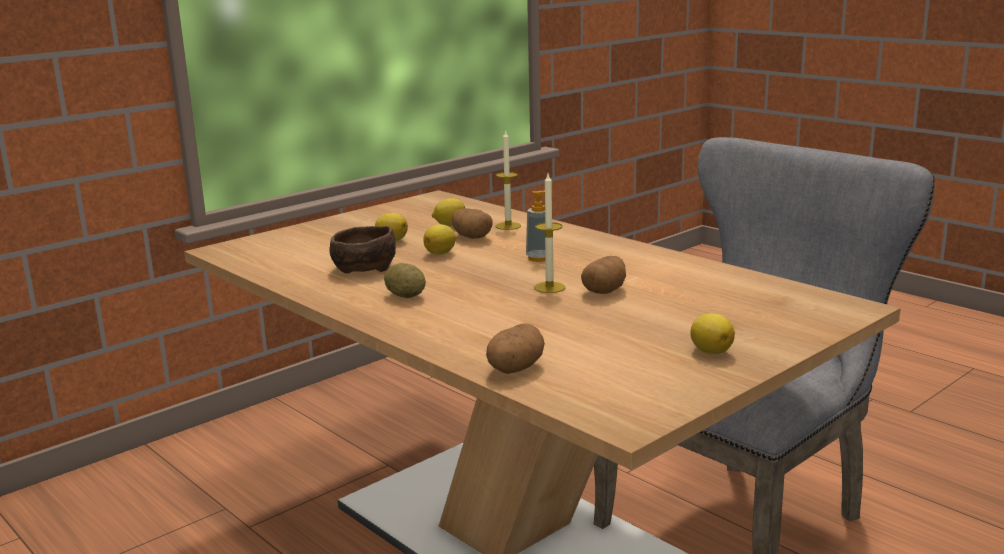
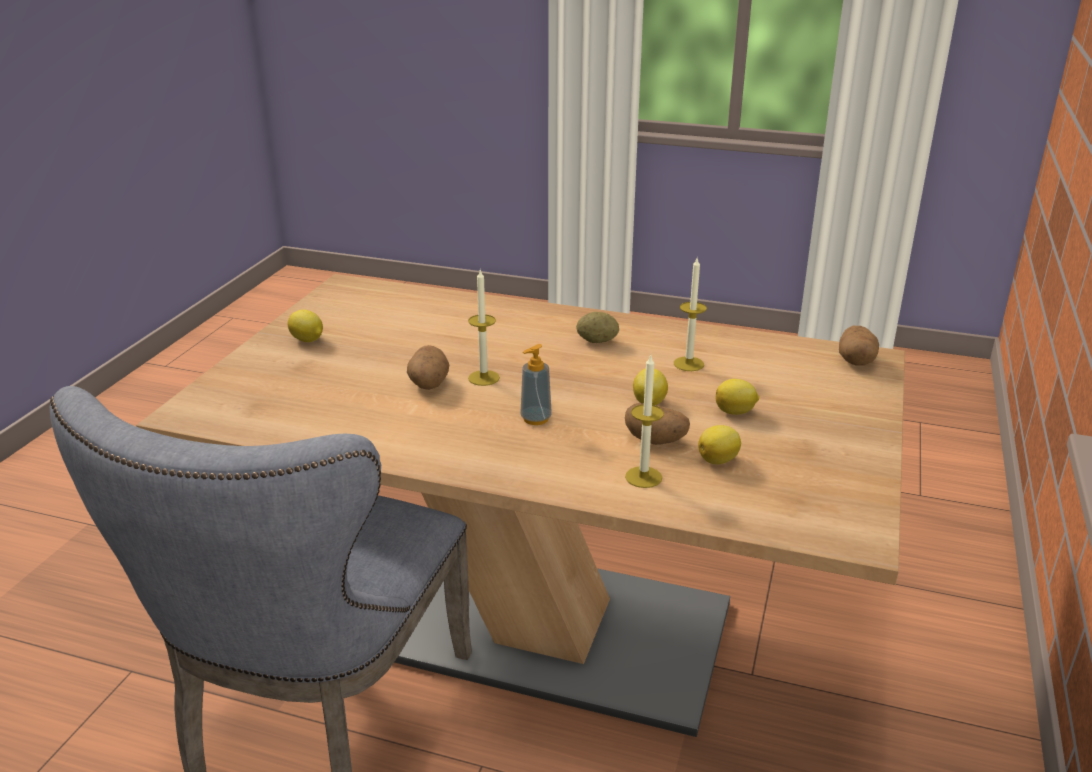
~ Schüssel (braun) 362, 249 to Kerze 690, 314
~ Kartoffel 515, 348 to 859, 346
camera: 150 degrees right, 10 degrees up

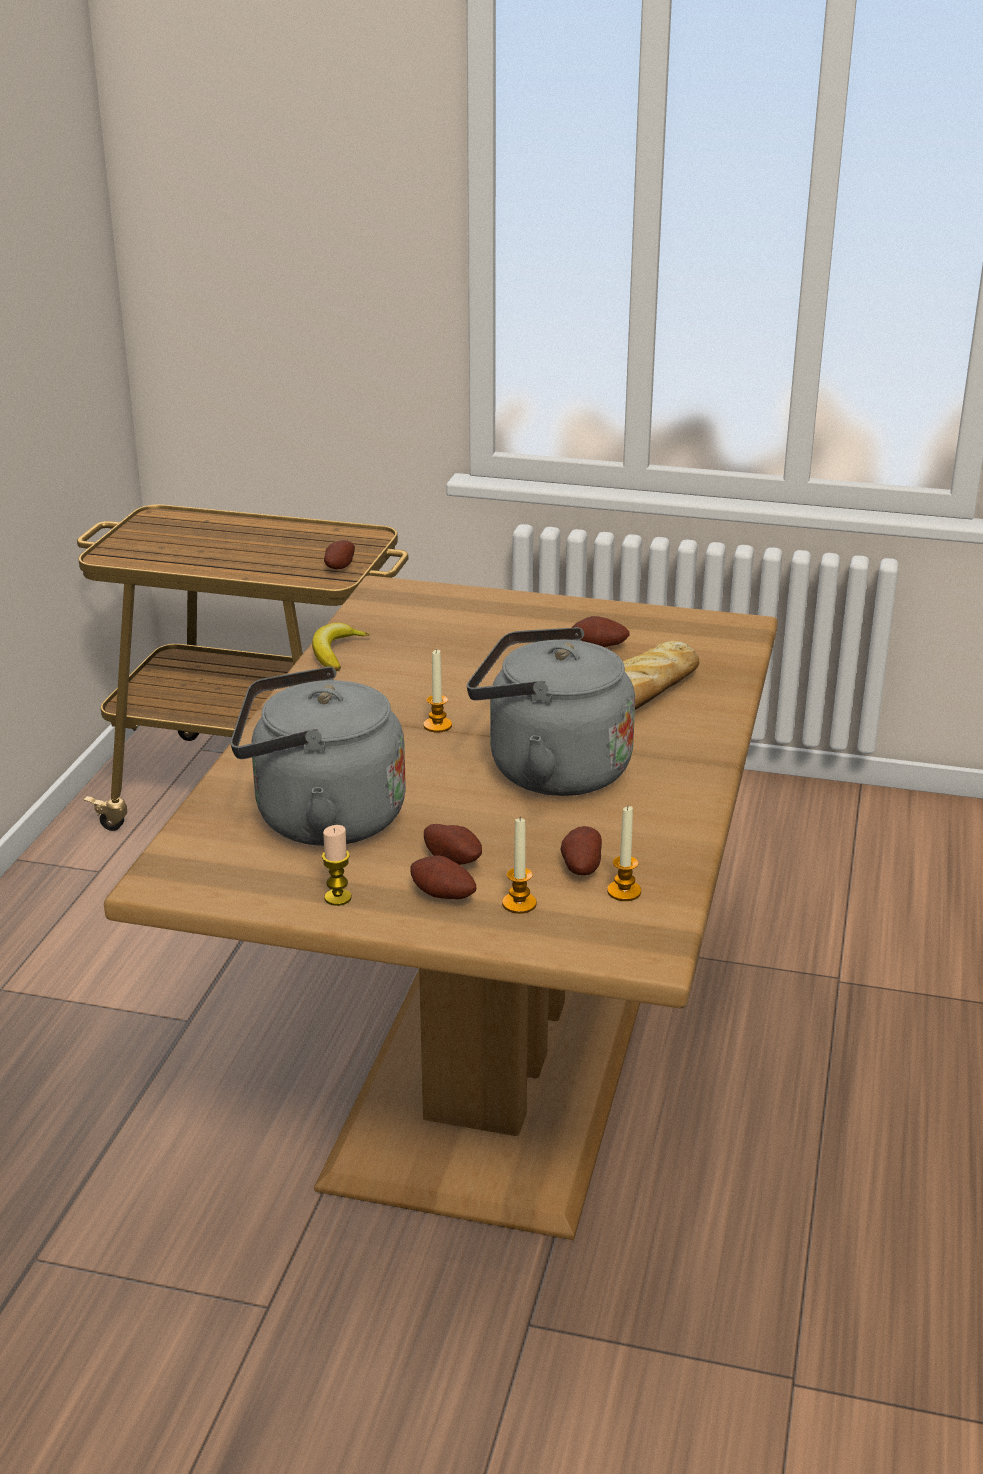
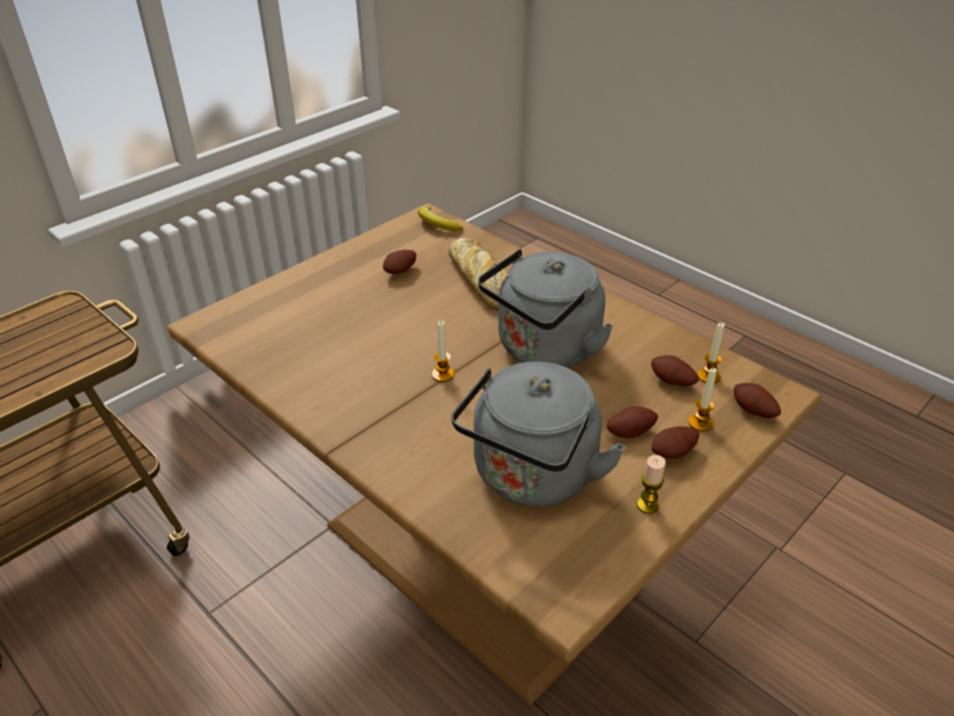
~ Banane 341, 647 to 440, 219
~ Kartoffel 339, 554 to 757, 400
camera: 60 degrees left, 10 degrees up

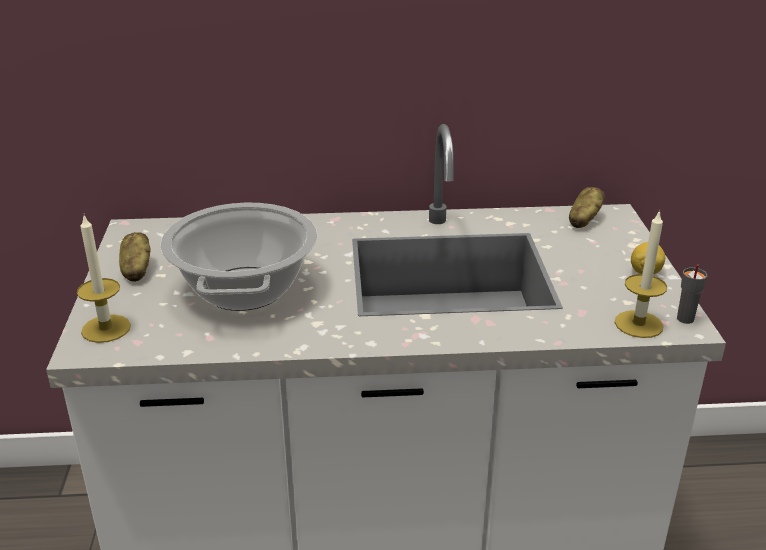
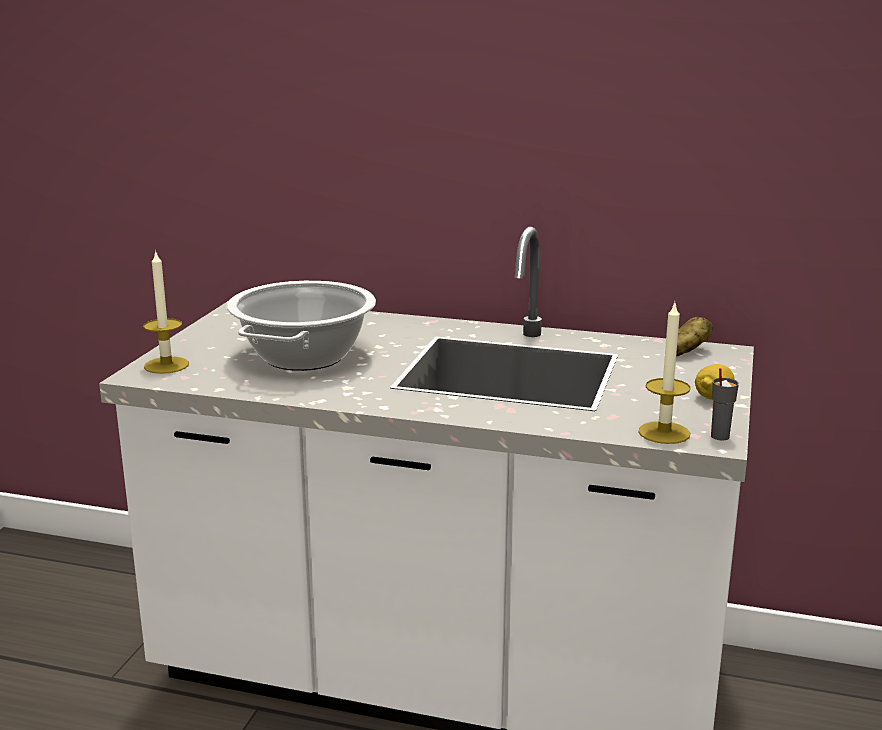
- Kartoffel 135, 257
camera: 20 degrees right, 10 degrees down

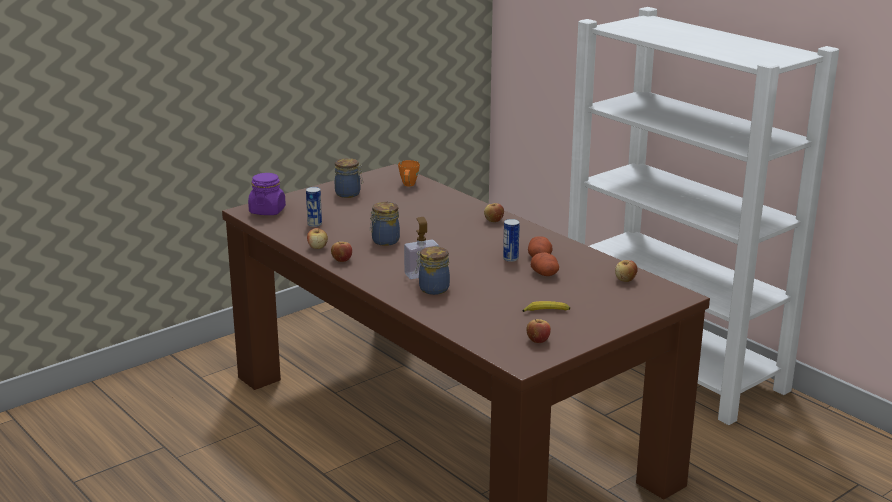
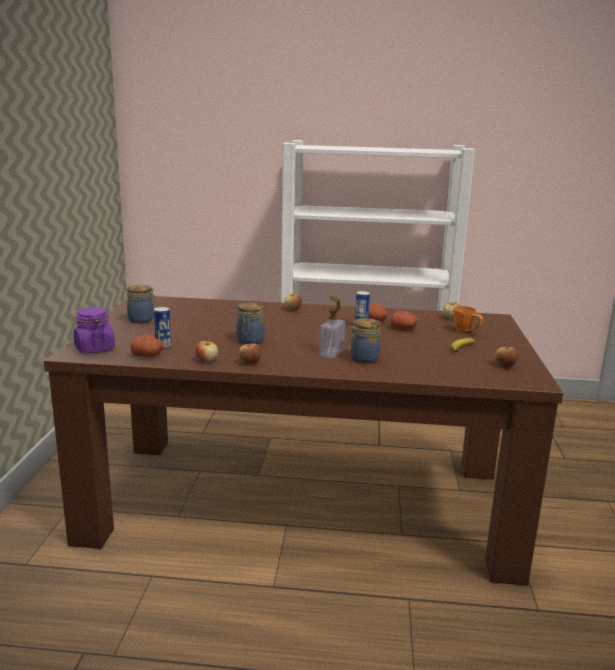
~ Henkelbecher (orange) 409, 173 to 468, 319
+ Kartoffel 147, 346
camera: 45 degrees left, 5 degrees down

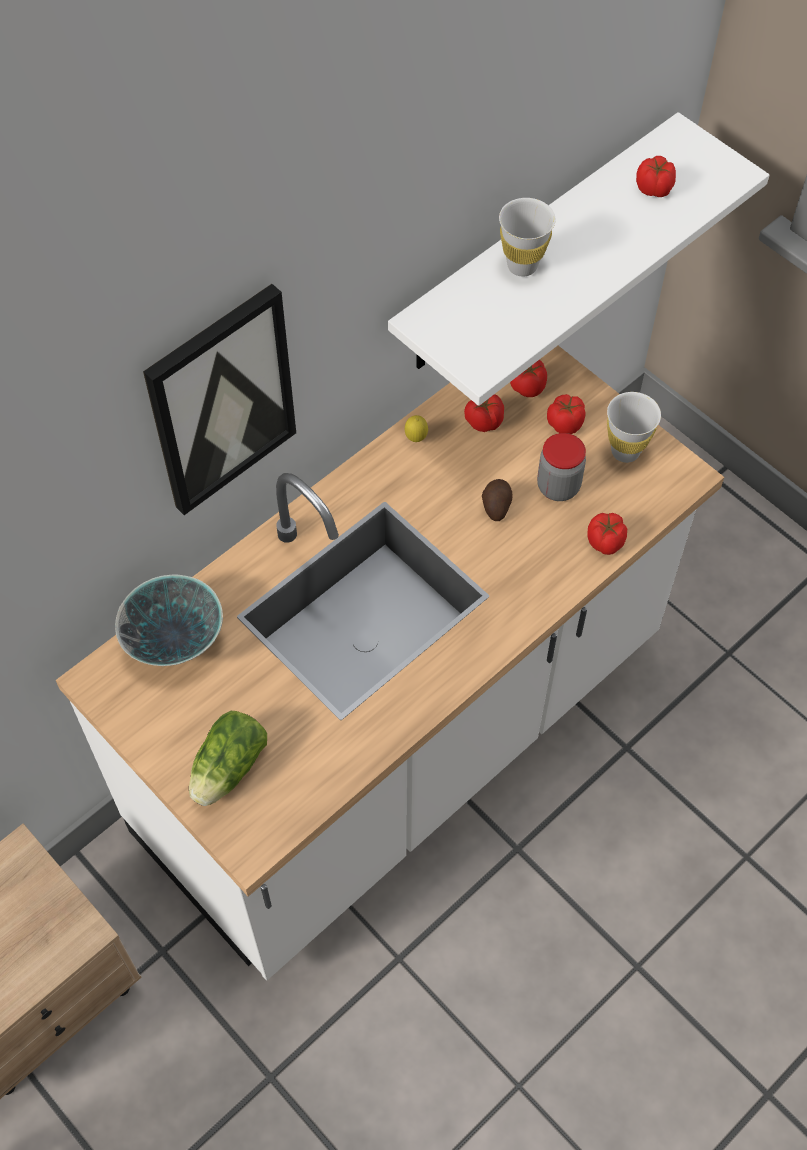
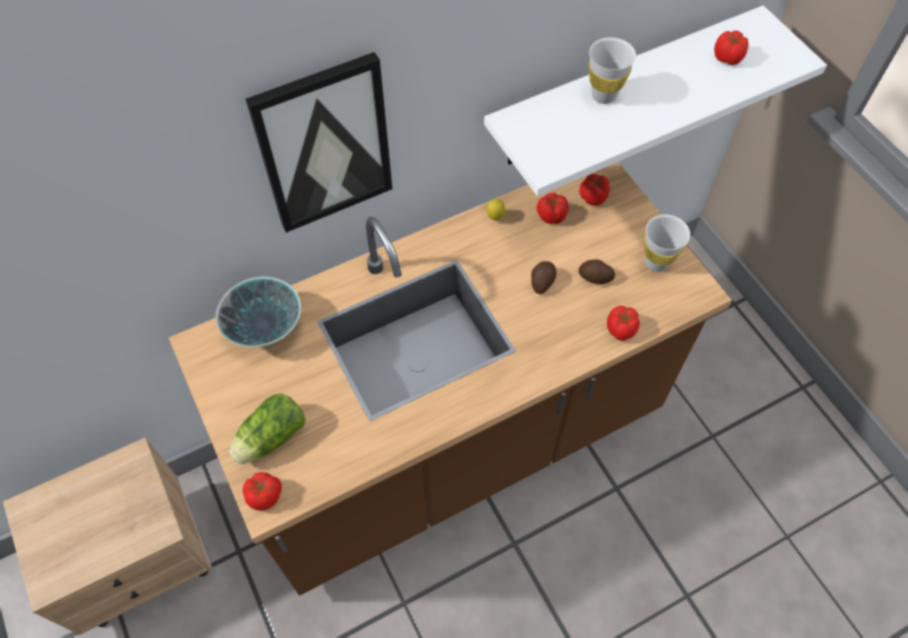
~ Küchenzeile (weiß) 390, 663 to Küchenzeile (braun) 450, 379
~ Vorratsglas 561, 467 to Kartoffel 597, 271
~ Tomate 566, 414 to 262, 491
camera: 15 degrees right, 0 degrees up

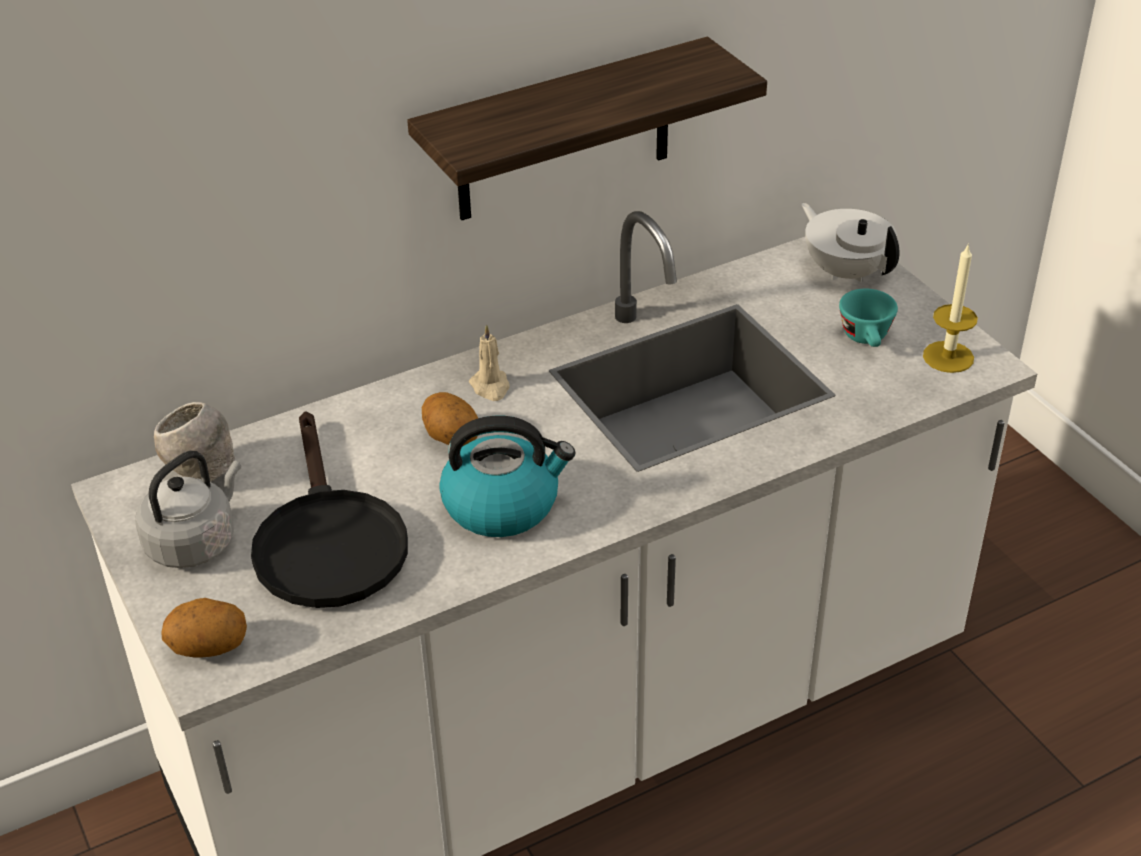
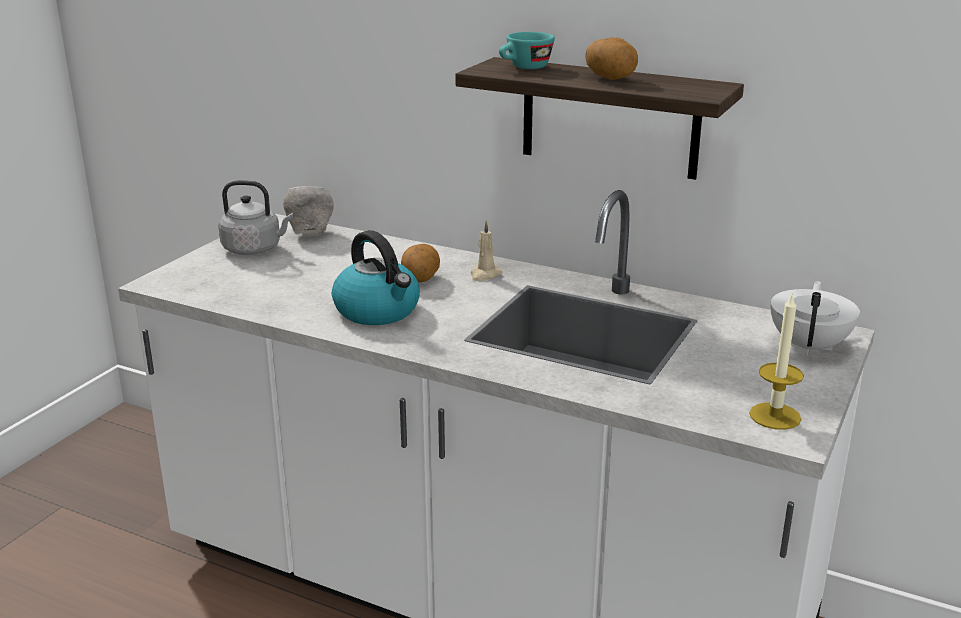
~ Kartoffel 204, 627 to 611, 58
- Pfanne (schwarz) 329, 509
~ Tasse (türkis) 868, 318 to 527, 50
camera: 55 degrees right, 15 degrees down

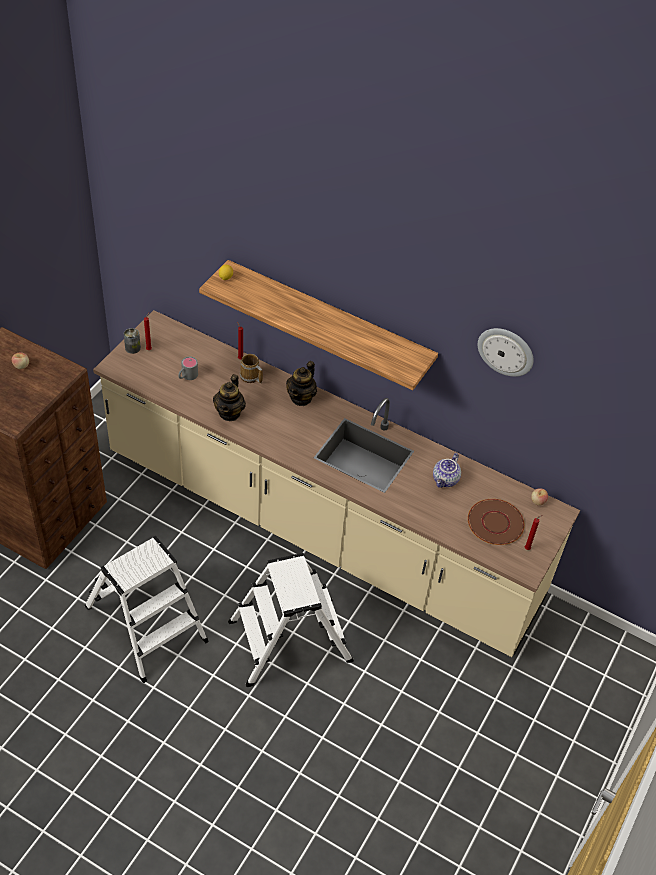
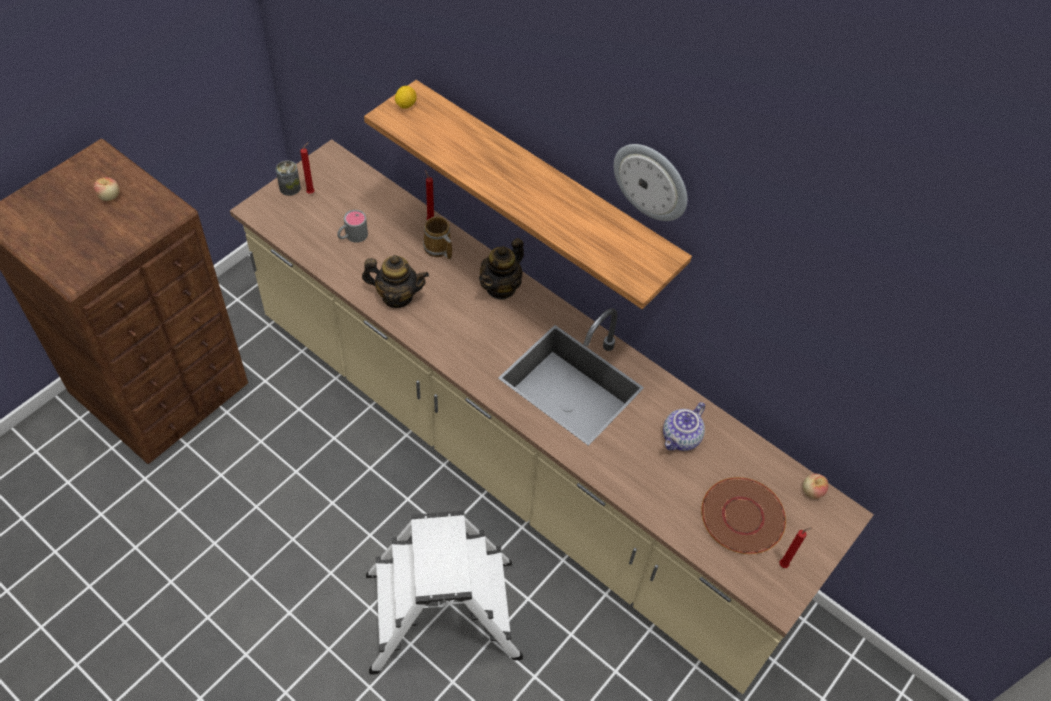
- Trittleiter (weiß) 146, 609
~ Teekanne 229, 397 = 395, 281 105 degrees counterclockwise
~ Wanduhr 506, 352 to 650, 182
camera: 10 degrees right, 5 degrees up

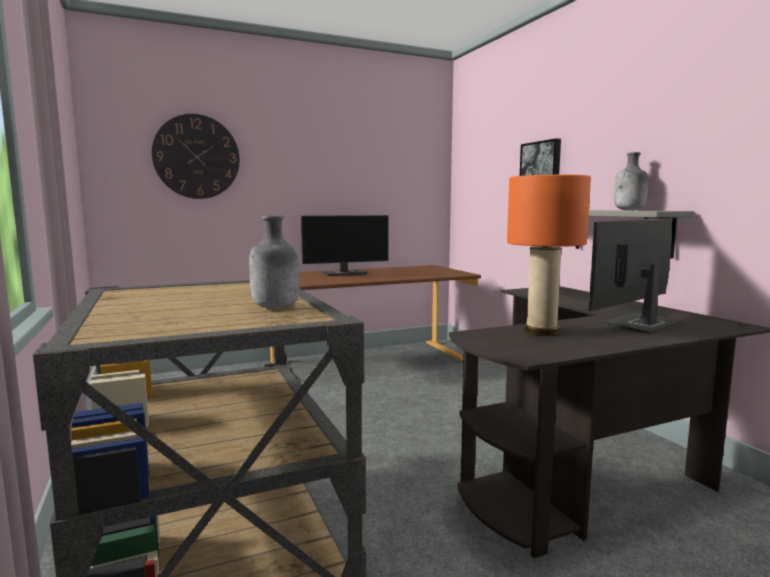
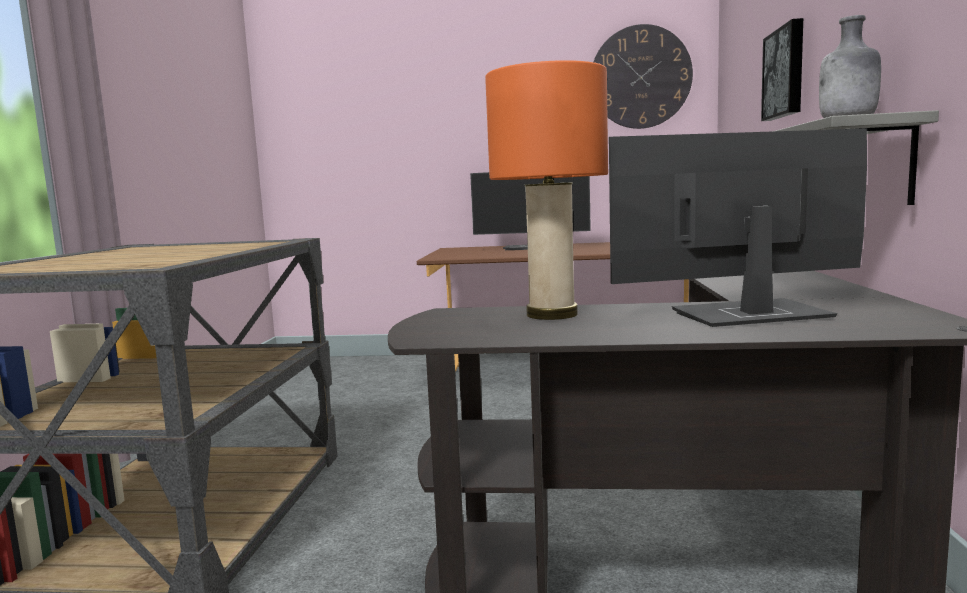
~ Wanduhr 196, 156 to 643, 76
- Flasche (grau) 274, 262
camera: 30 degrees right, 0 degrees up

